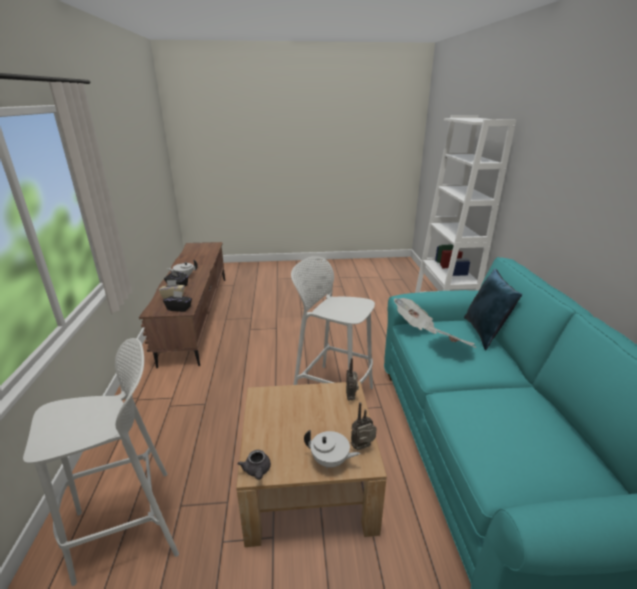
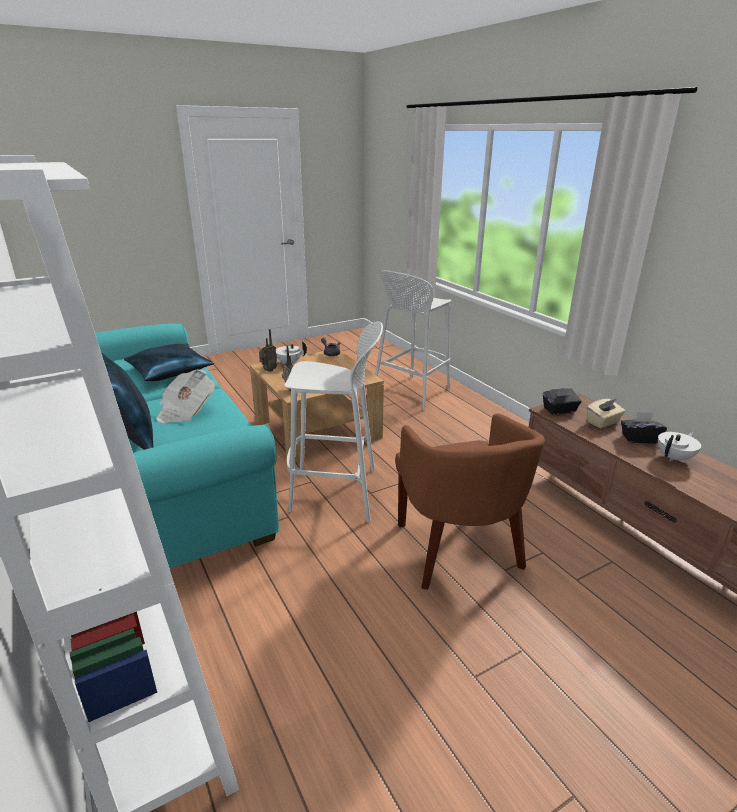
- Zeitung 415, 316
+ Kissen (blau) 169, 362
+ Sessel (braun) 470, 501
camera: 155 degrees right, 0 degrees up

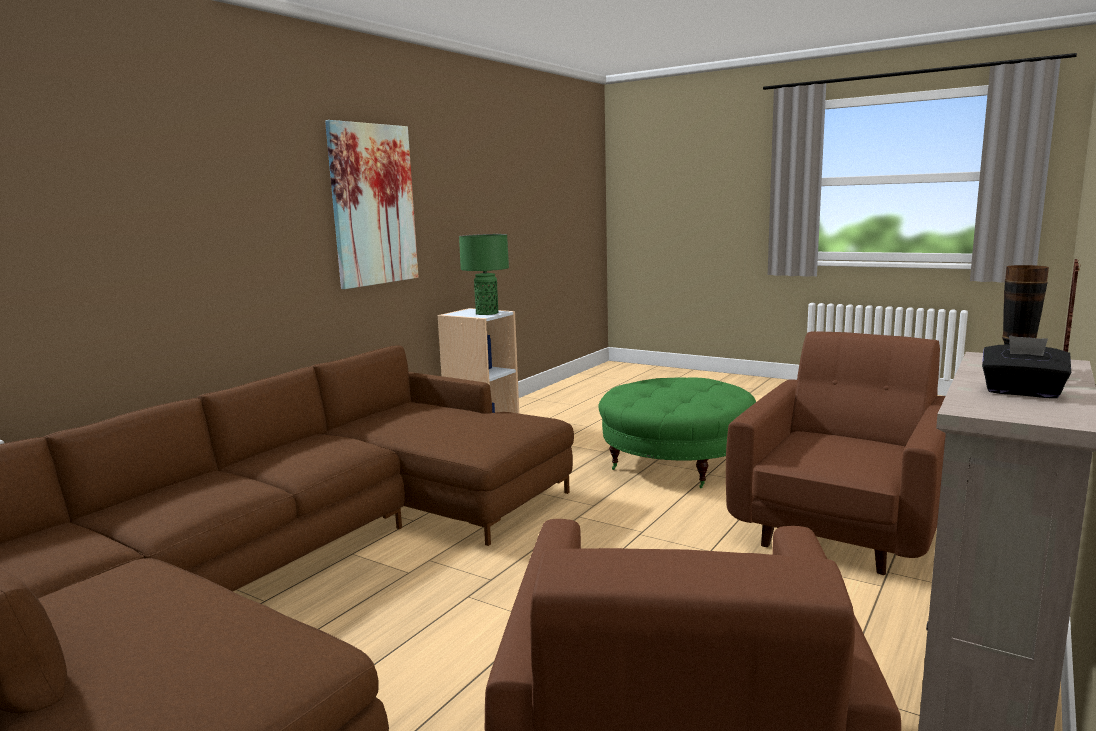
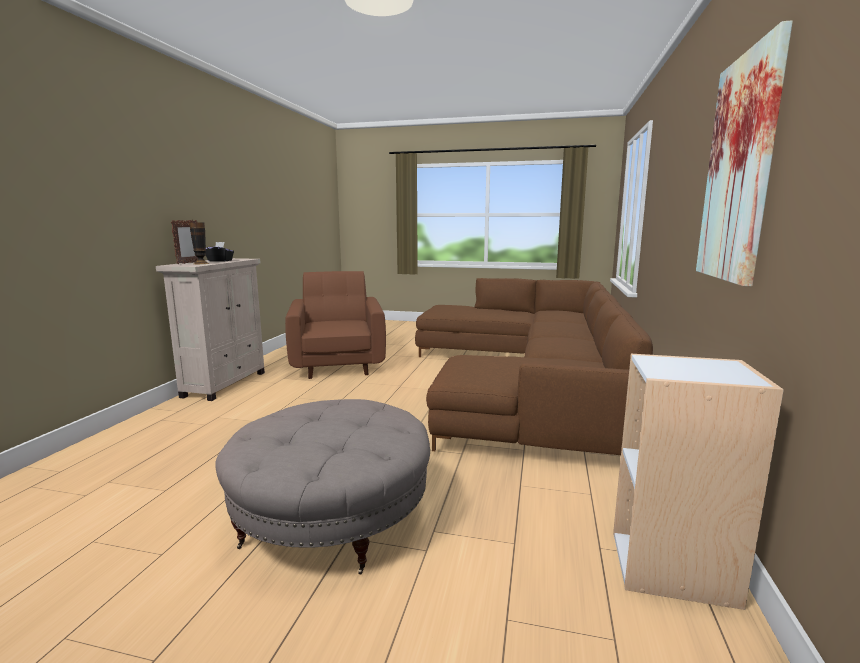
- Tischlampe (grün) 484, 274
~ Polsterhocker (grün) 677, 433 to Polsterhocker (grau) 322, 486
- Sessel (braun) 836, 453
camera: 160 degrees right, 0 degrees up

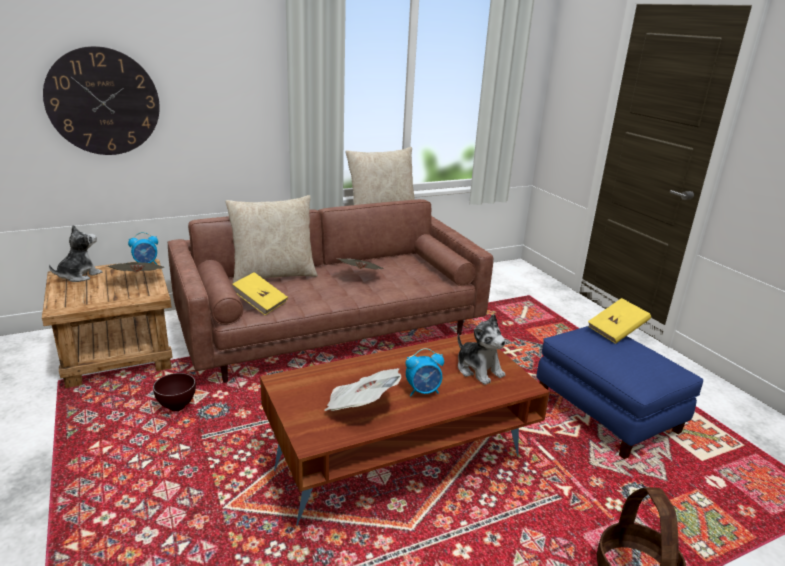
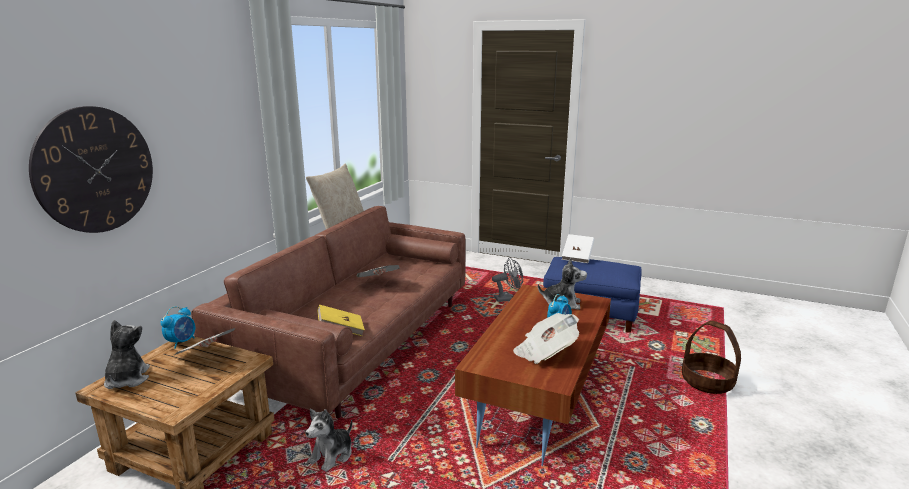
~ Schüssel (braun) 174, 392 to Plüschtier 328, 440
- Kissen (beige) 271, 239
~ Buch (gelb) 619, 321 to Buch (weiß) 578, 248
+ Ventilator (grau) 507, 279
camera: 40 degrees left, 5 degrees down

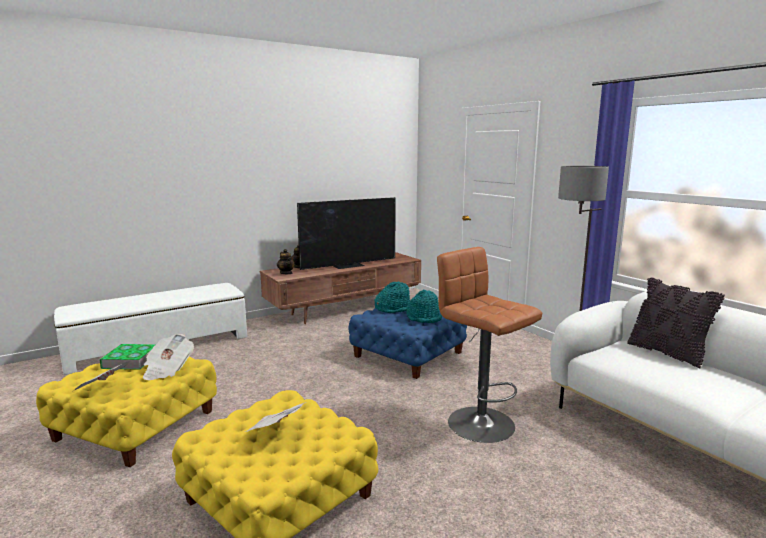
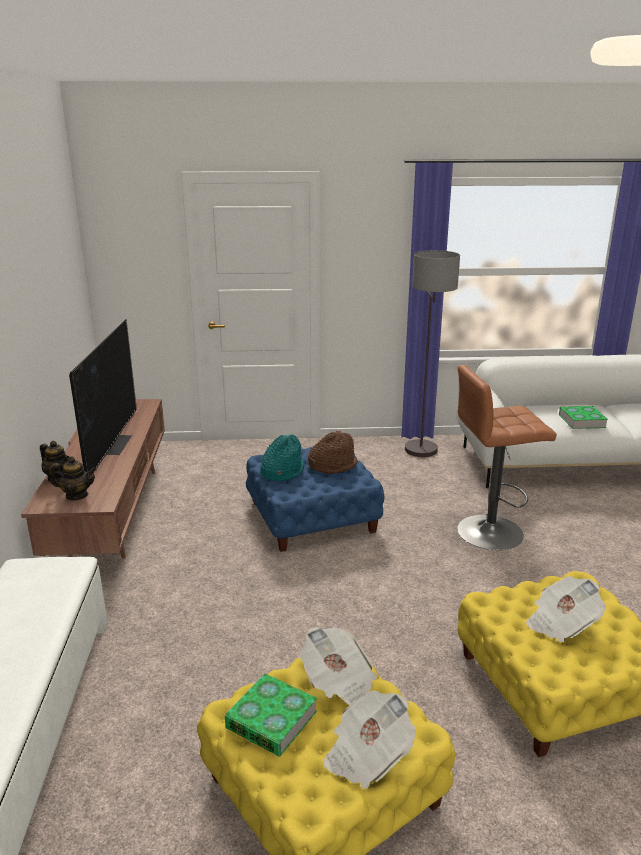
~ Hut (türkis) 424, 306 to Hut (braun) 333, 452
- Kissen (schwarz) 676, 322
+ Buch 583, 417
camera: 60 degrees left, 10 degrees up

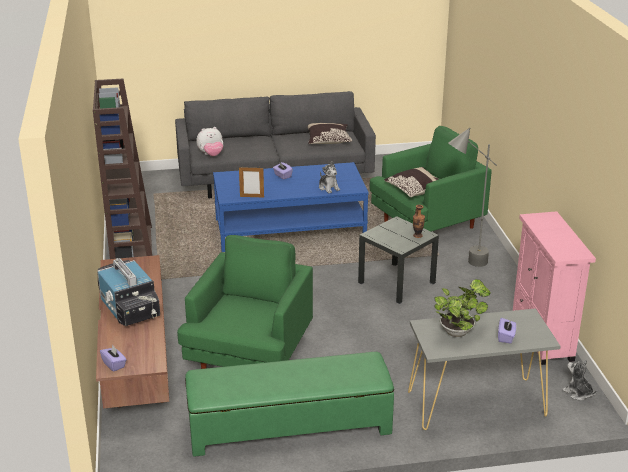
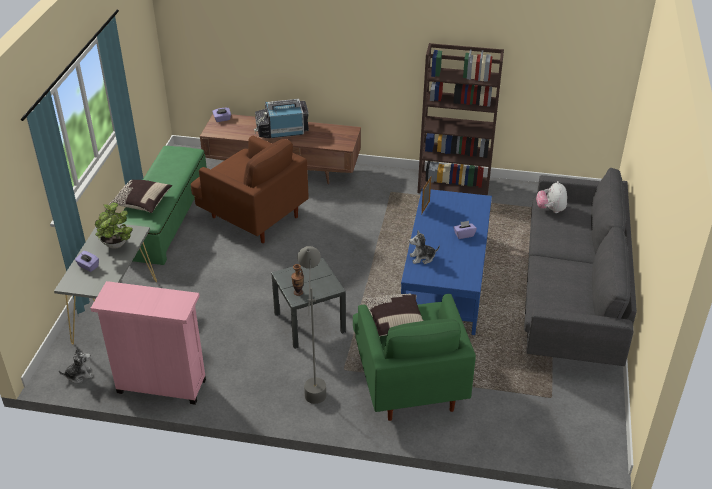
~ Sessel (grün) 245, 302 to Sessel (braun) 250, 189
~ Kissen 329, 133 to 141, 196
camera: 110 degrees right, 10 degrees up

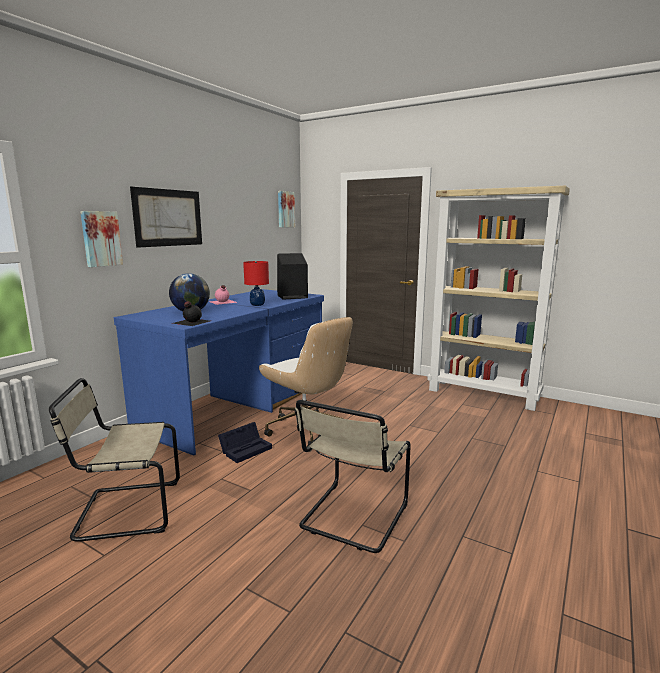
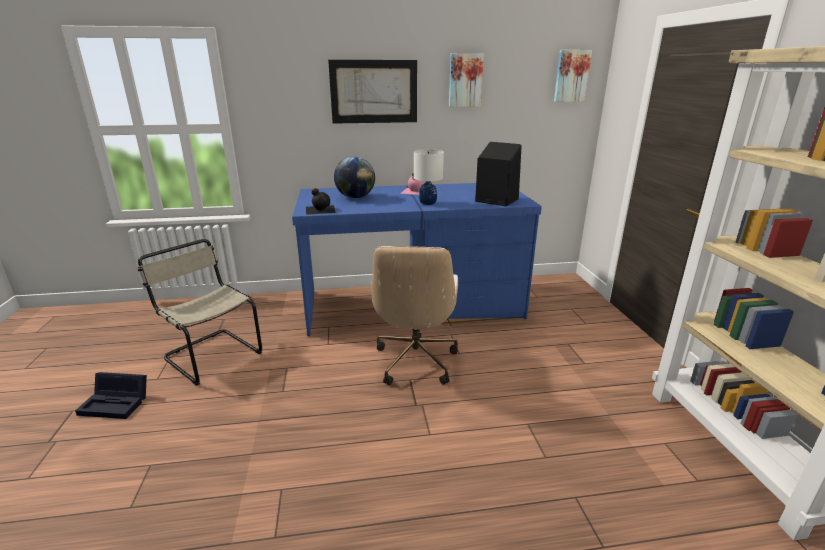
~ Bild 101, 239 to 466, 80
~ Aufbewahrungsbox (schwarz) 245, 442 to 111, 395
~ Tischlampe (rot) 256, 283 to Tischlampe (weiß) 429, 177
- Stuhl (beige) 353, 476
camera: 50 degrees right, 10 degrees up

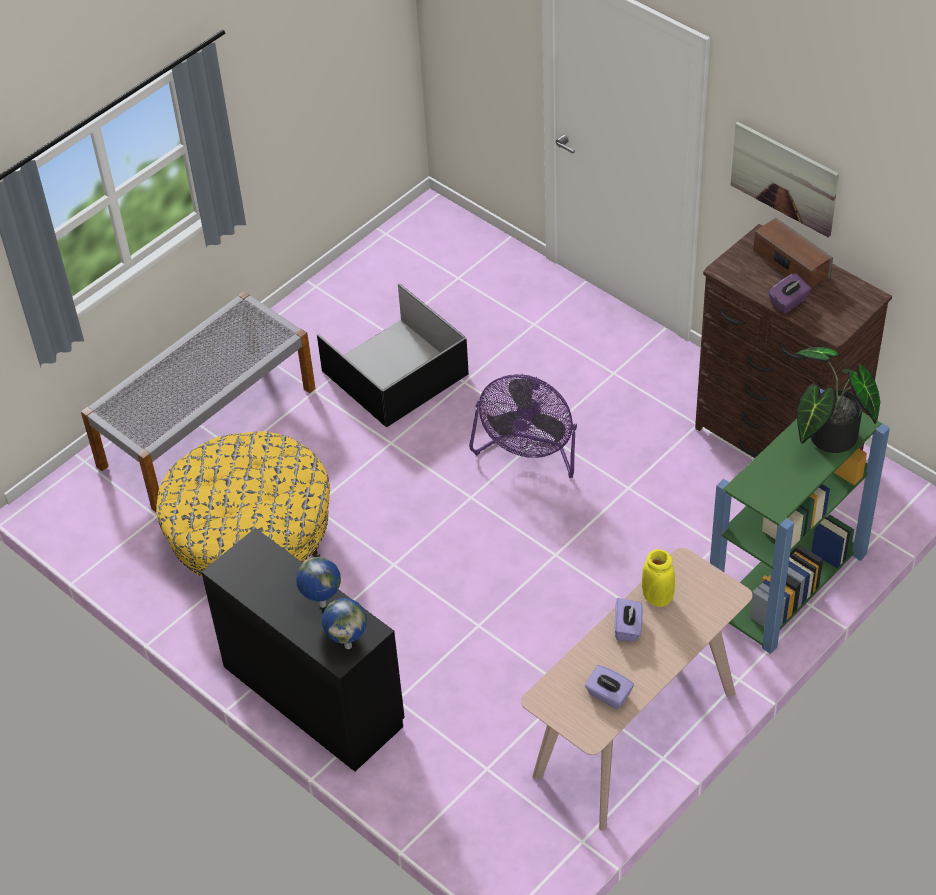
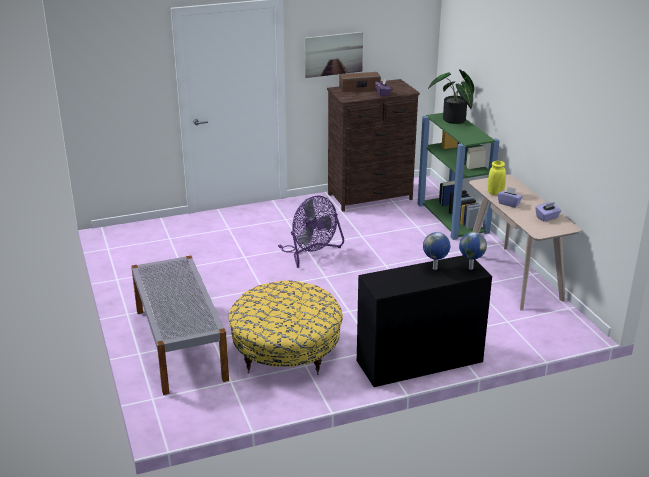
- Aufbewahrungsbox (schwarz) 393, 355
camera: 65 degrees left, 20 degrees down

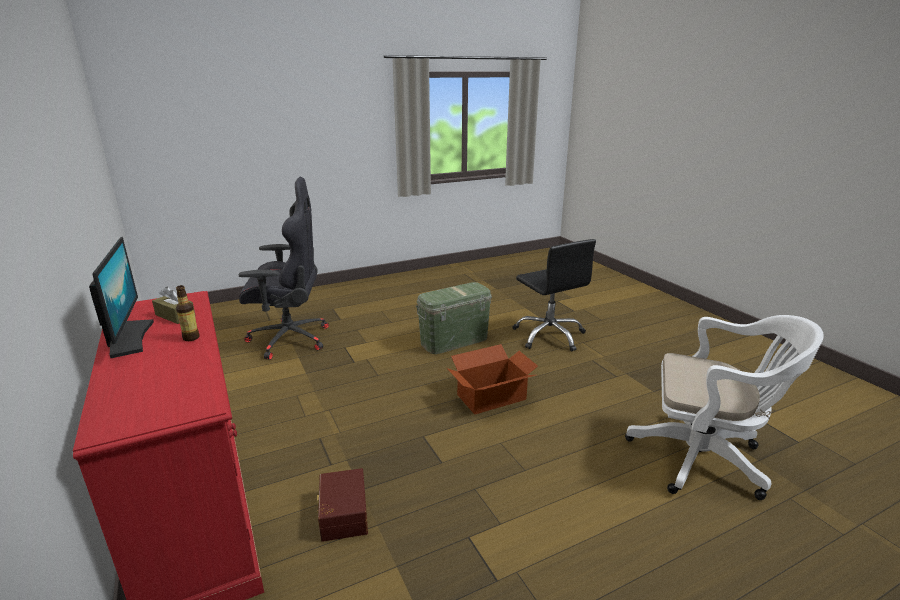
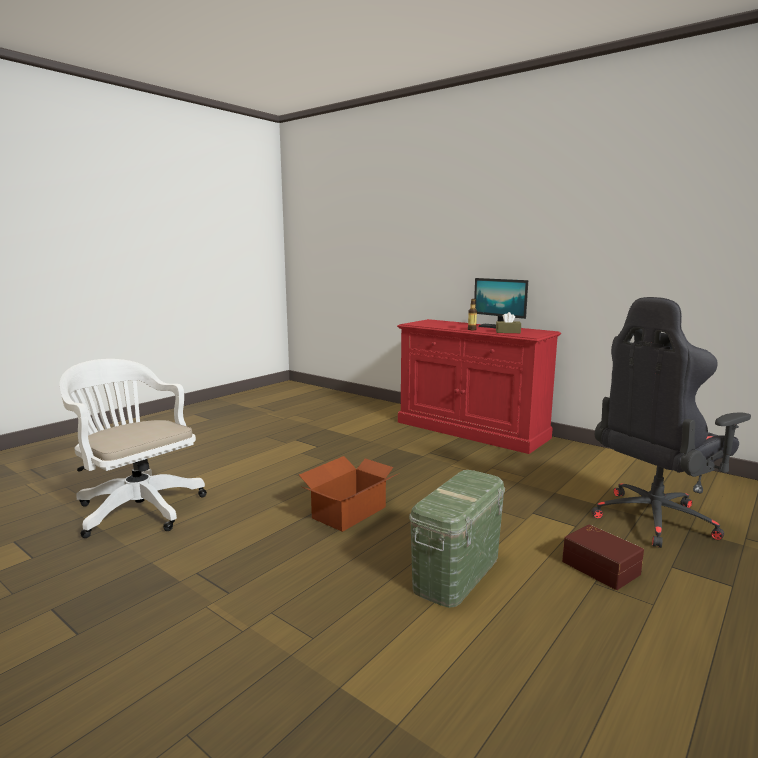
~ Aufbewahrungsbox (braun) 342, 505 to 603, 557
- Bürostuhl (schwarz) 554, 295
~ Bürostuhl (weiß) 724, 407 = 133, 448 45 degrees clockwise
camera: 155 degrees right, 10 degrees down

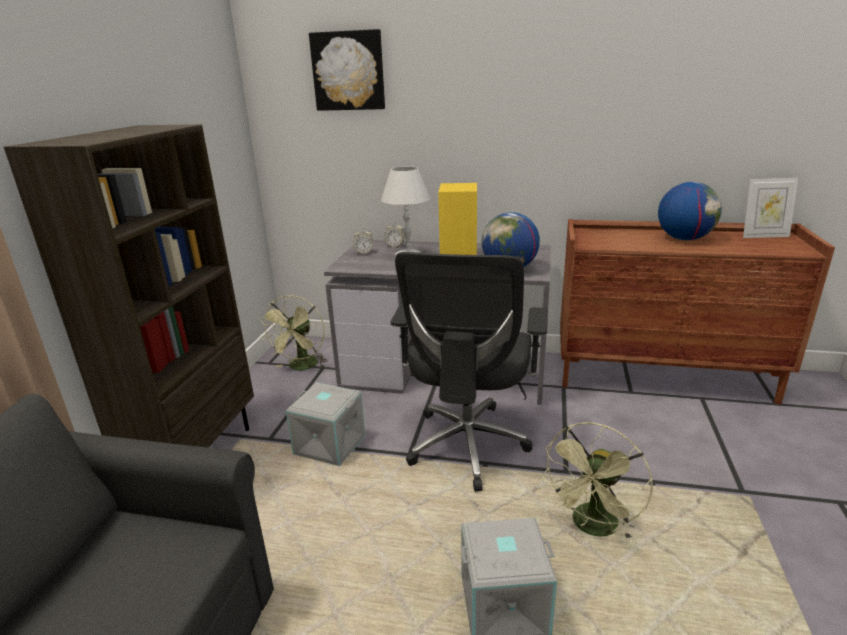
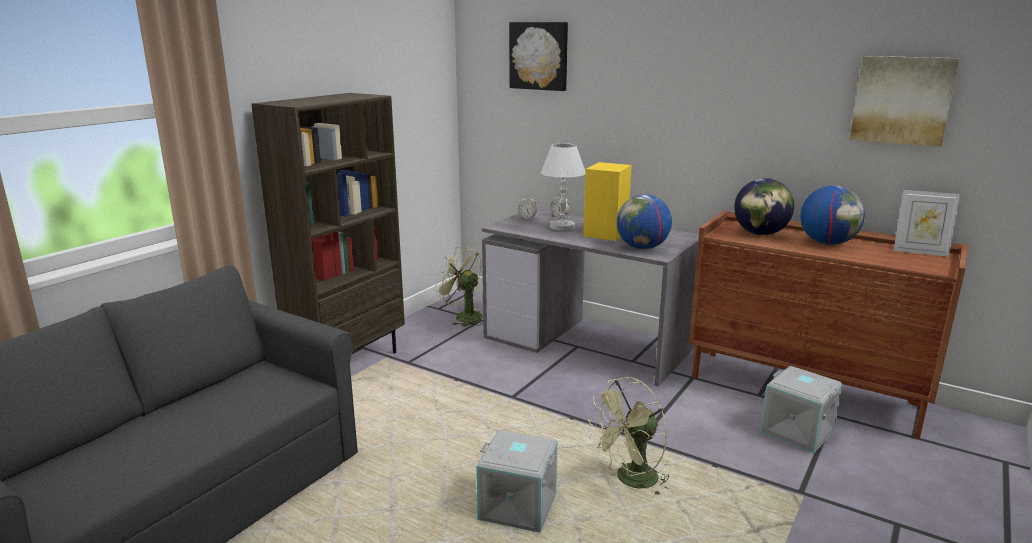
~ Ventilator (grün) 294, 332 = 458, 287 90 degrees clockwise
~ Aufbewahrungsbox (grau) 325, 424 to 801, 409
- Bürostuhl 469, 372
+ Globus 764, 206
+ Bild 905, 101
camera: 20 degrees right, 5 degrees down

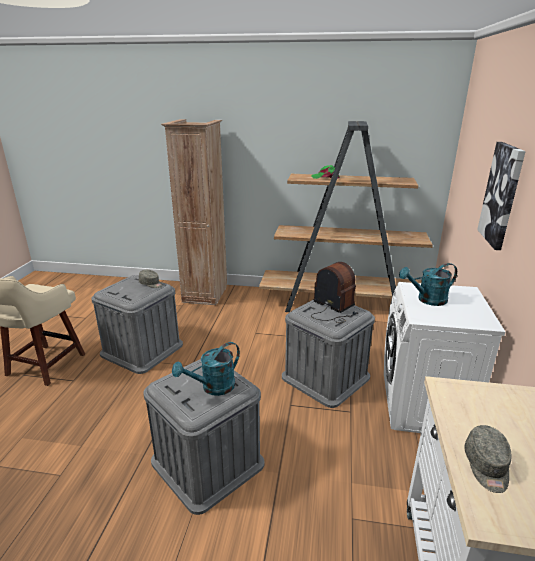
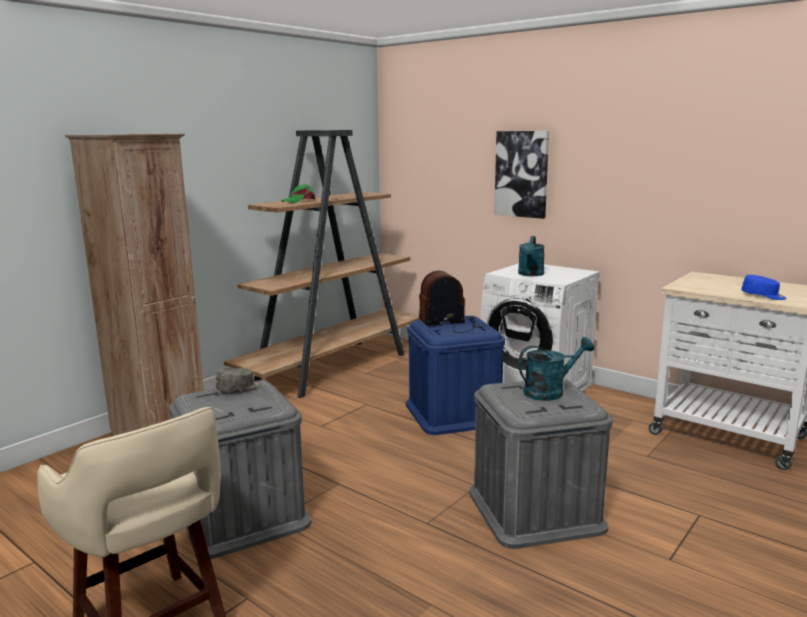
~ Gießkanne (türkis) 206, 369 = 556, 369 105 degrees counterclockwise
~ Aufbewahrungsbox (grau) 328, 354 to Aufbewahrungsbox (blau) 455, 375
~ Kappe (grau) 488, 459 to Kappe (blau) 764, 287
camera: 60 degrees left, 10 degrees down

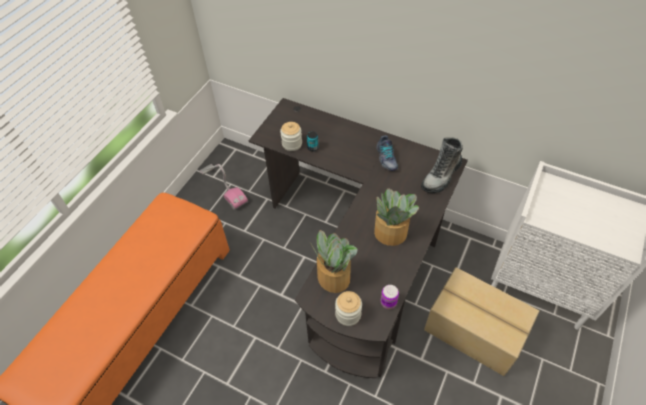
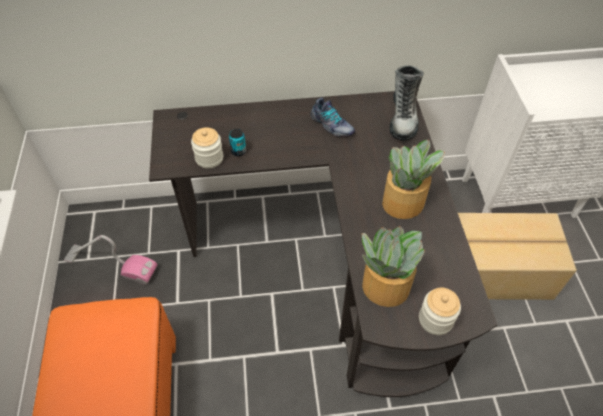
- Dose 390, 297
camera: 35 degrees left, 0 degrees up

